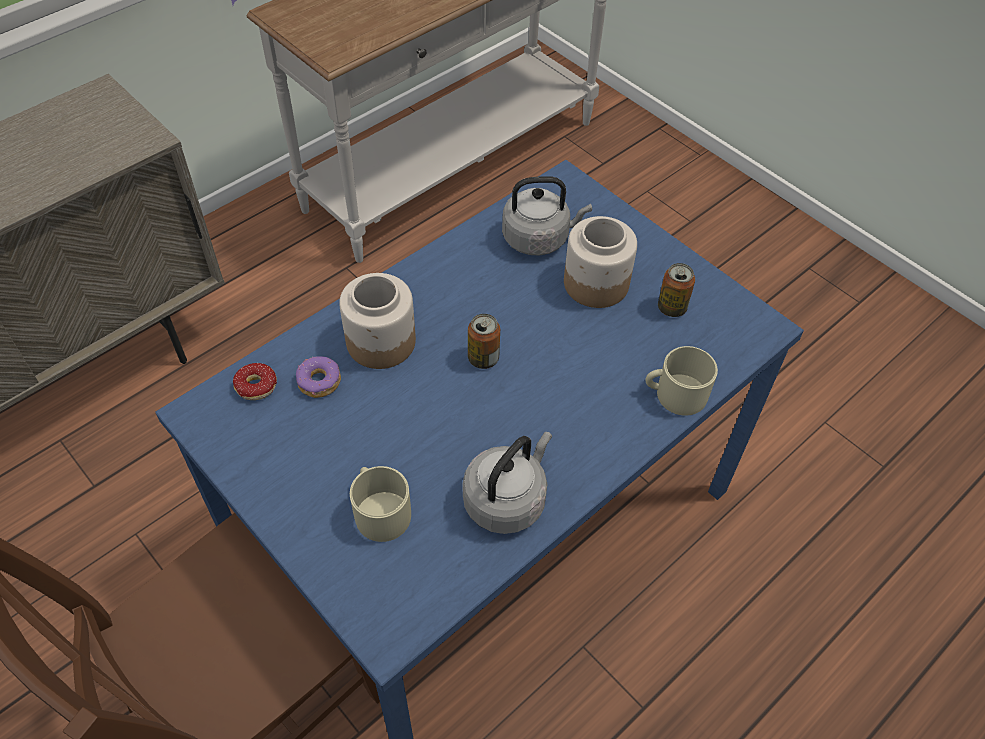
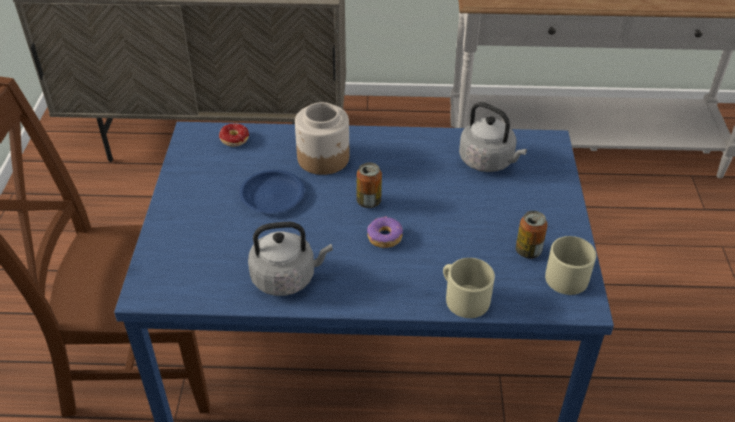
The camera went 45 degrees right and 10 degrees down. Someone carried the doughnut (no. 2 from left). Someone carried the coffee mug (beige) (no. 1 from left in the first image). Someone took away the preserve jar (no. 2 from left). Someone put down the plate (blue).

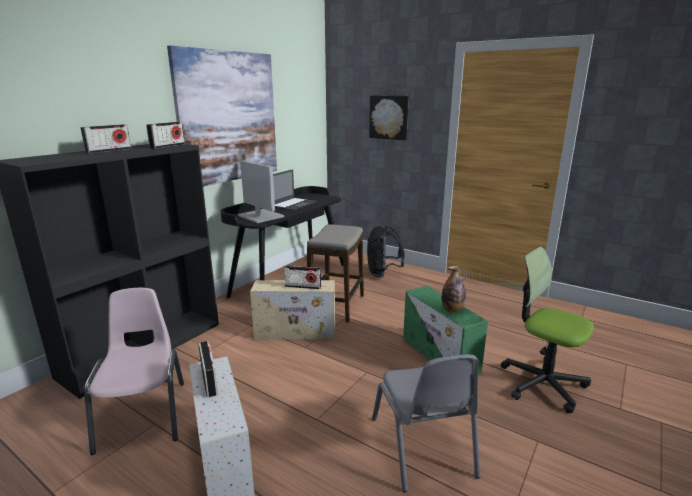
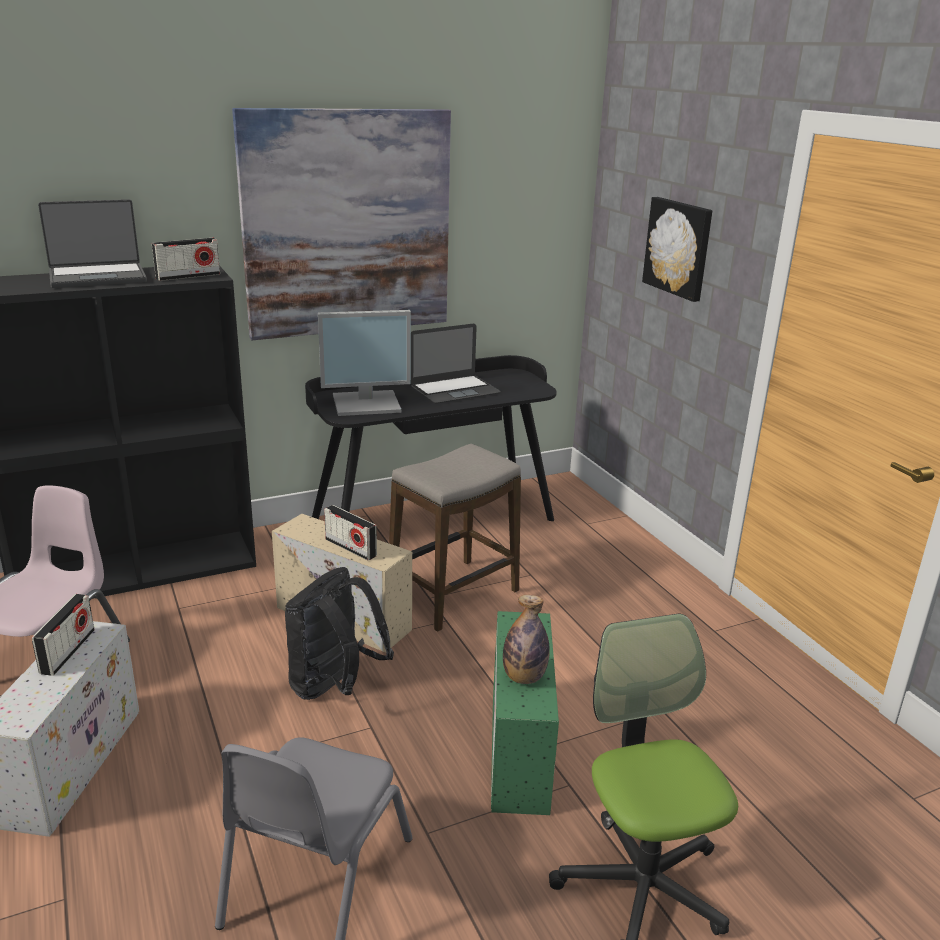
The camera went 30 degrees right and 5 degrees up. Someone swapped the radio receiver (no. 1 from left) for the notebook computer (no. 1 from left). Someone rotated the computer display by 90 degrees clockwise. Someone carried the rucksack (blackish).

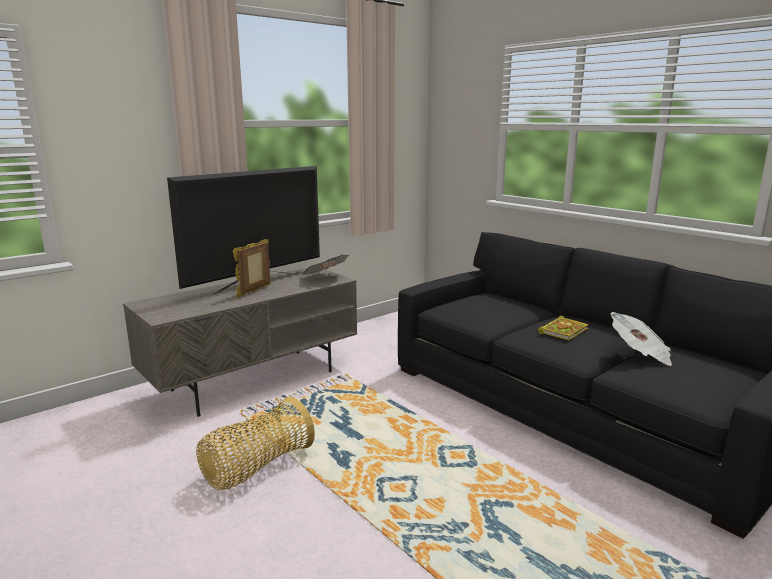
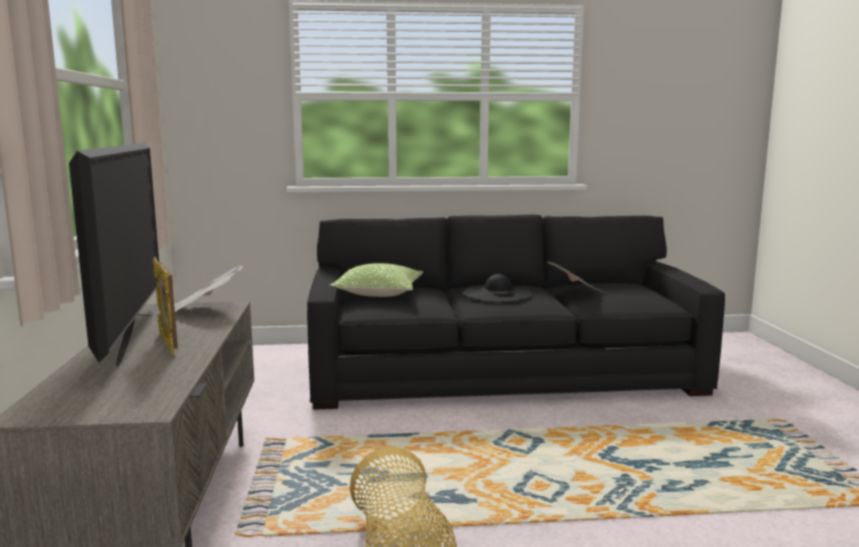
The camera went 55 degrees left and 5 degrees down. Someone swapped the book for the wearable hat (blackish). Someone put down the pillow.

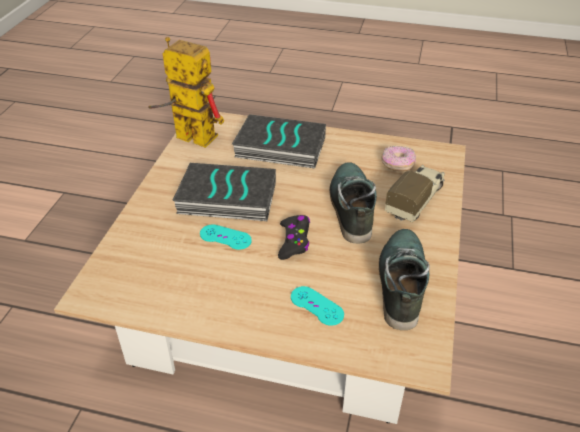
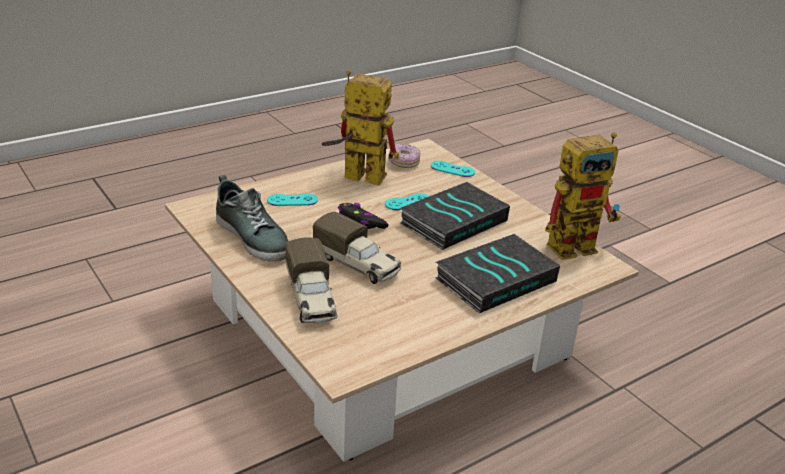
The camera went 130 degrees right and 10 degrees down. Someone swapped the item of footwear (no. 1 from left) for the toy lorry (no. 2 from left). Someone carried the doughnut. Someone put down the model robot (no. 1 from left). Someone put down the game controller (turquoise-coloured) (no. 3 from left).

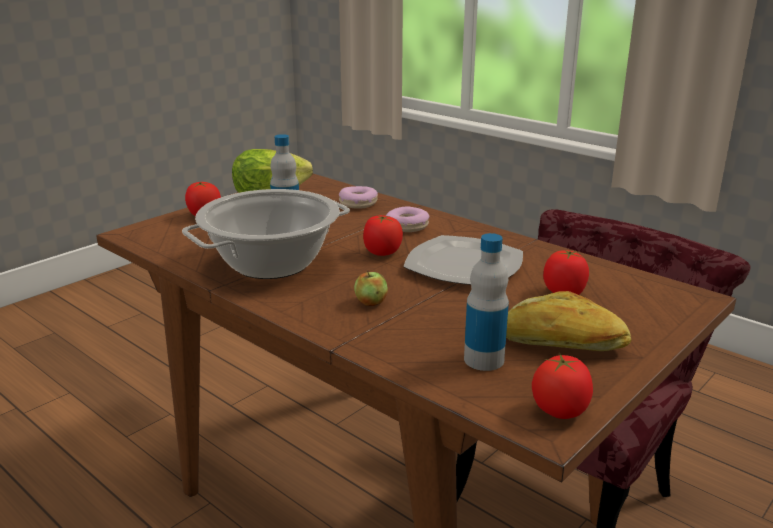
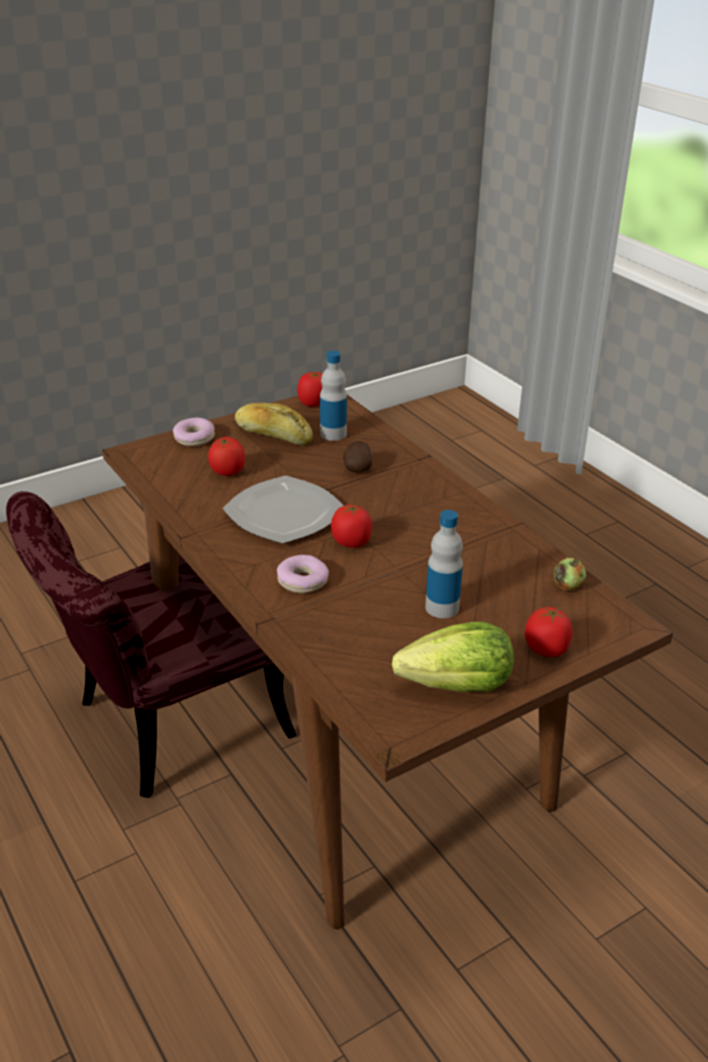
The camera went 165 degrees left and 10 degrees up. Someone took away the cooking pot. Someone carried the doughnut (no. 1 from left). Someone carried the whole apple. Someone put down the potato.

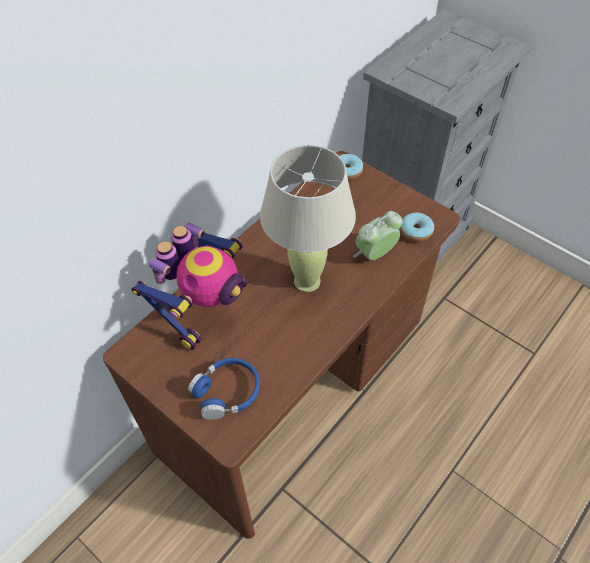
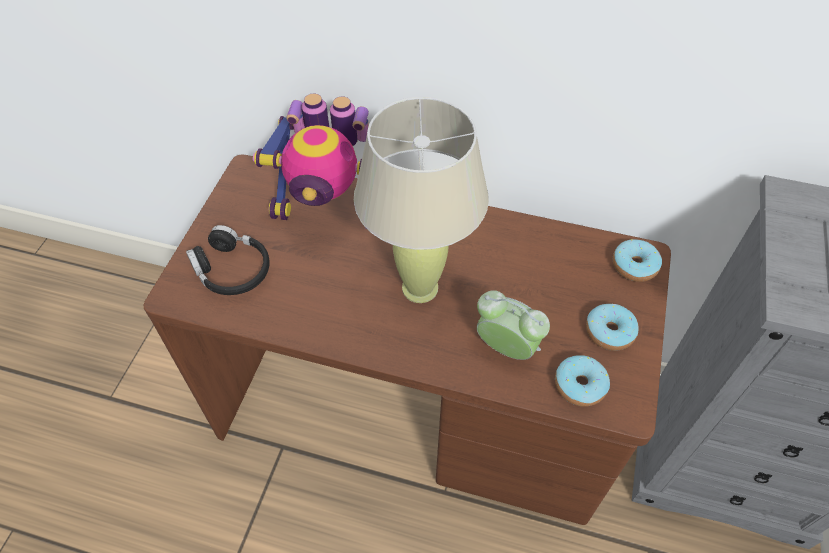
The camera went 65 degrees right and 0 degrees up. Someone repainted the pair of headphones (blue), which became the pair of headphones (blackish). Someone put down the doughnut (no. 2 from left).

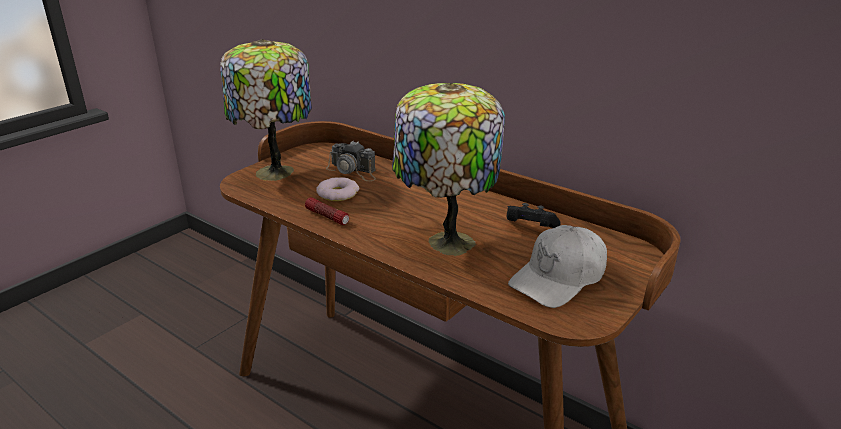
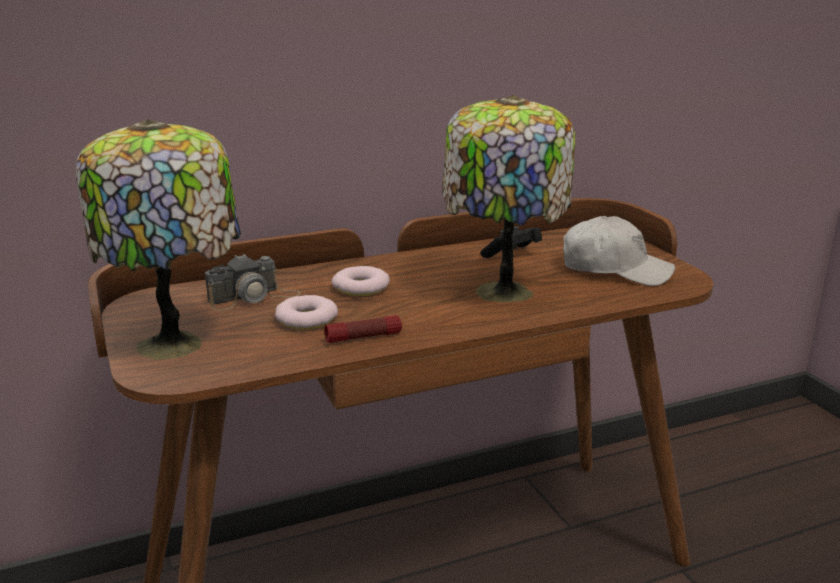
The camera went 60 degrees left and 5 degrees down. Someone rotated the cap (white-coloured) by 60 degrees counterclockwise. Someone put down the doughnut (no. 2 from left).

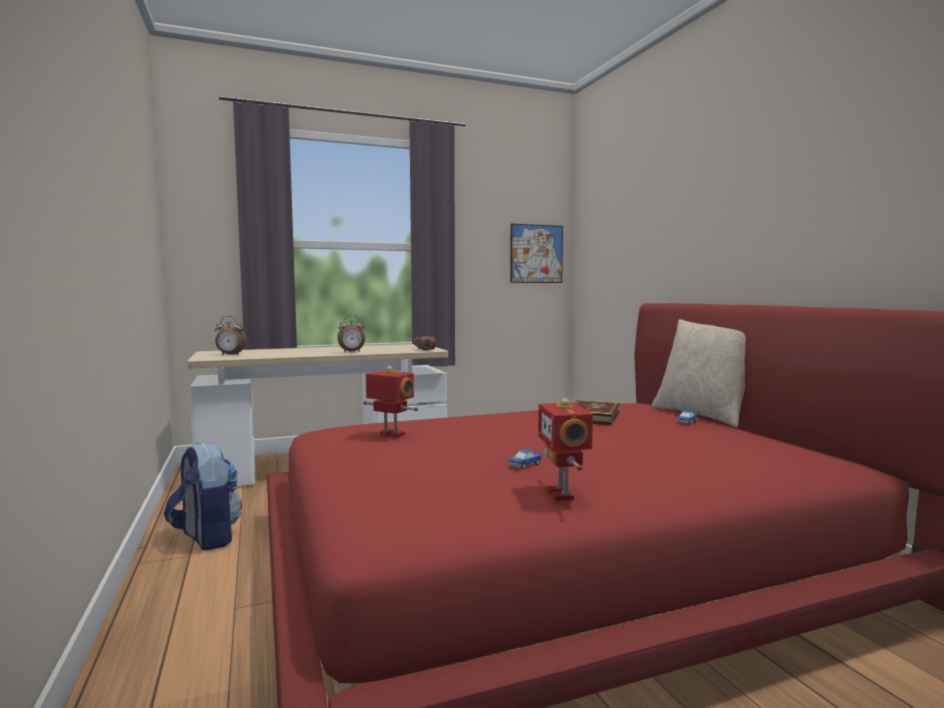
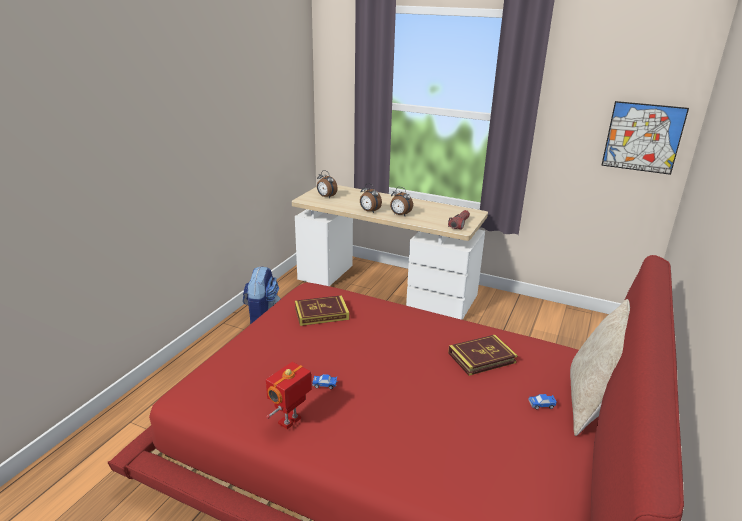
The camera went 45 degrees right and 20 degrees up. Someone swapped the model robot (no. 1 from left) for the book (no. 1 from left). Someone put down the table clock (no. 2 from left).

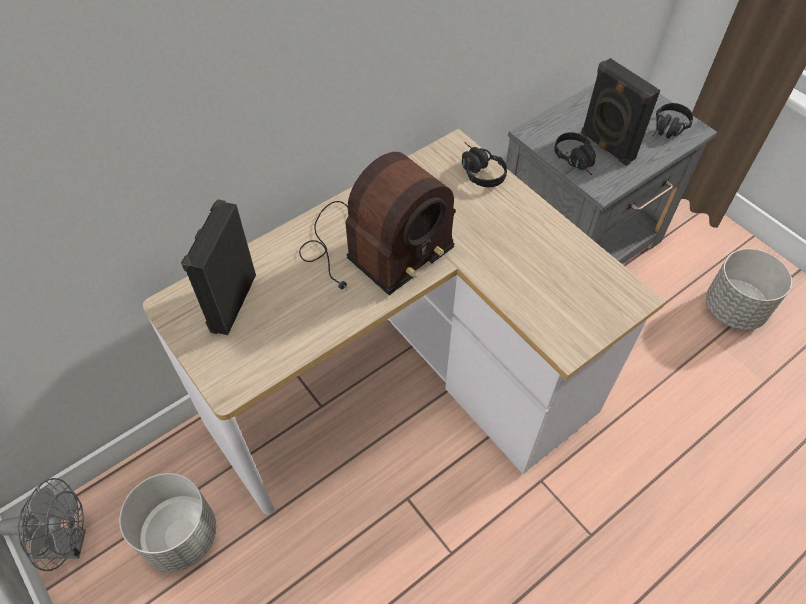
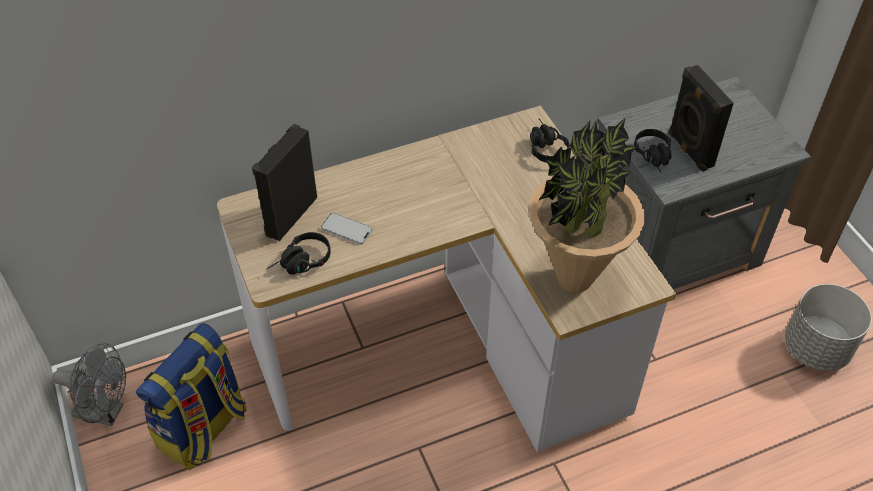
The camera went 15 degrees right and 5 degrees down. Someone swapped the planter (grey) (no. 1 from left) for the rucksack. Someone took away the radio receiver. Someone carried the pair of headphones (blackish) (no. 3 from left in the first image). Someone put down the handset. Someone put down the plant in a pot.

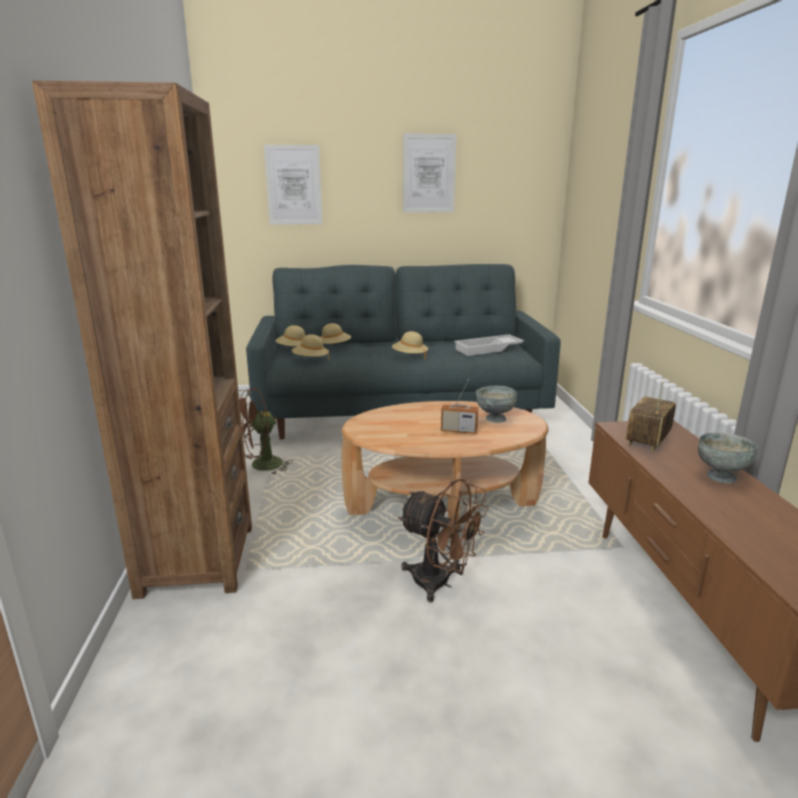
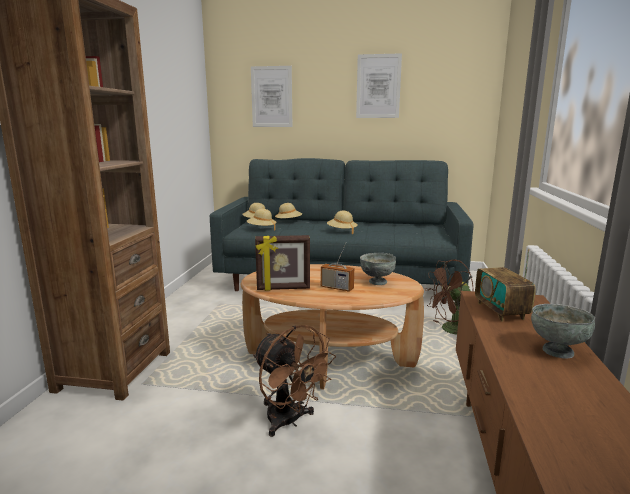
The camera went 15 degrees right and 5 degrees down. Someone carried the cooling fan (brown) (no. 1 from left in the first image). Someone took away the carrying tray (white-coloured). Someone rotated the radio receiver (no. 2 from left) by 60 degrees counterclockwise. Someone put down the photo frame.

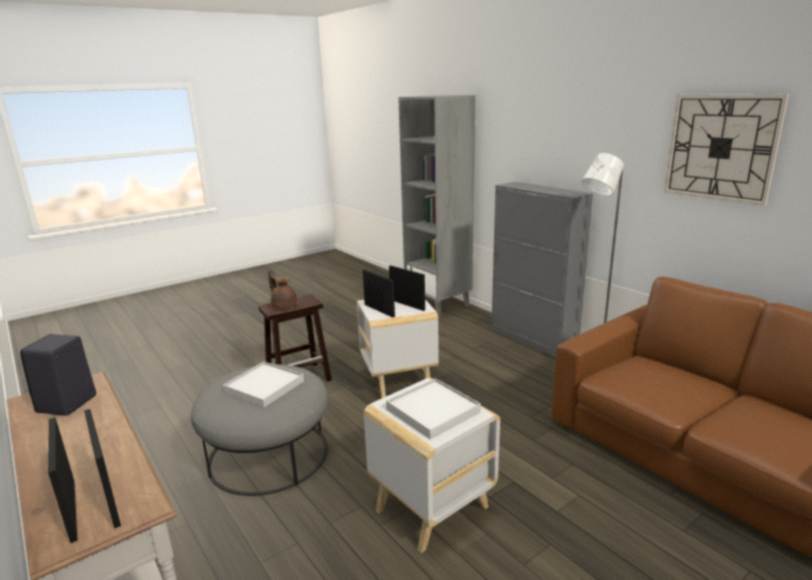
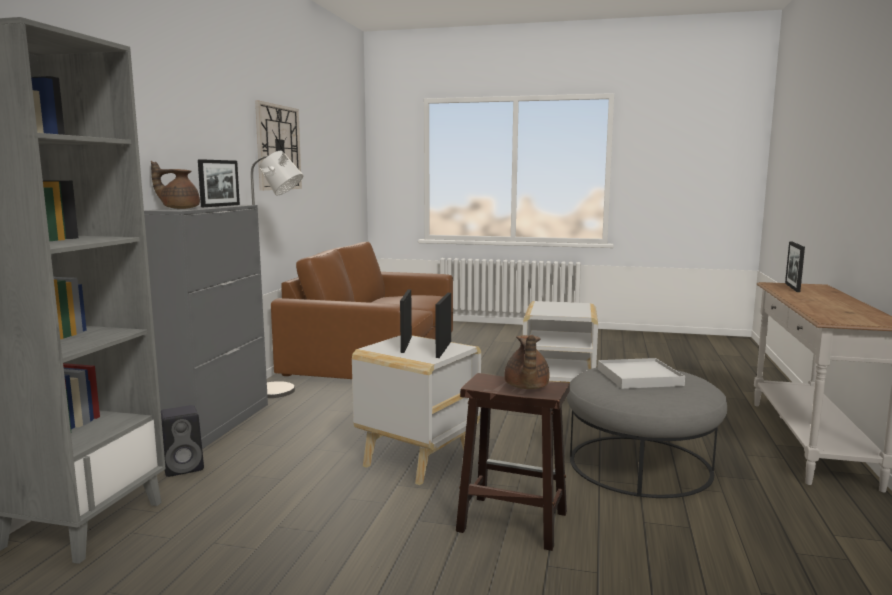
The camera went 130 degrees left and 10 degrees down. Someone carried the loudspeaker (blackish). Someone carried the photo frame (no. 1 from left). Someone took away the carrying tray (white-coloured) (no. 2 from left). Someone put down the teapot (brown) (no. 1 from left).

